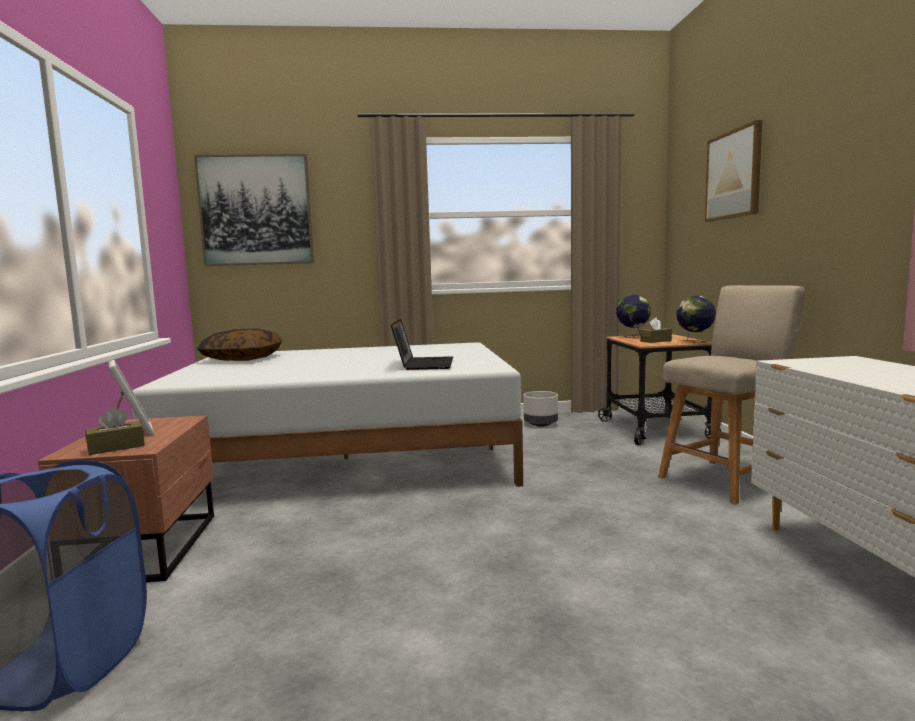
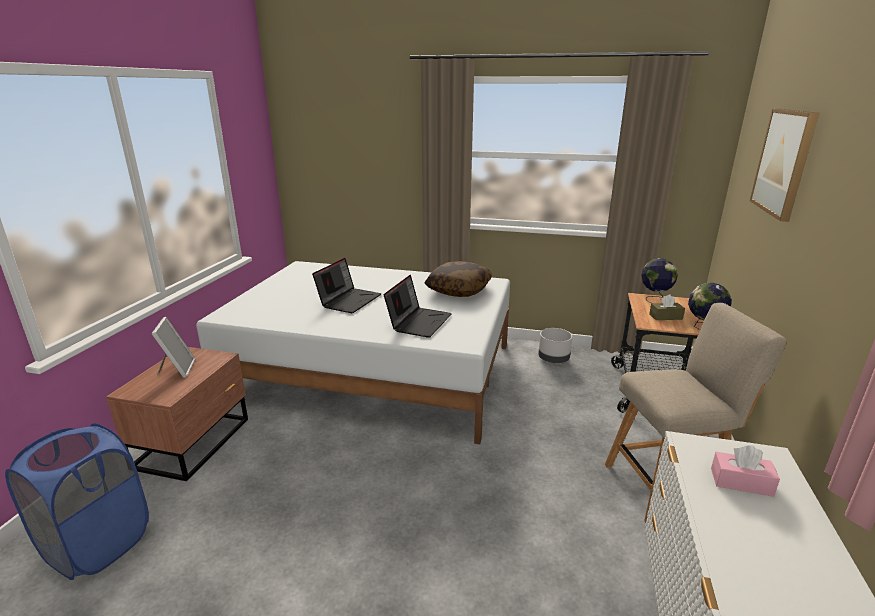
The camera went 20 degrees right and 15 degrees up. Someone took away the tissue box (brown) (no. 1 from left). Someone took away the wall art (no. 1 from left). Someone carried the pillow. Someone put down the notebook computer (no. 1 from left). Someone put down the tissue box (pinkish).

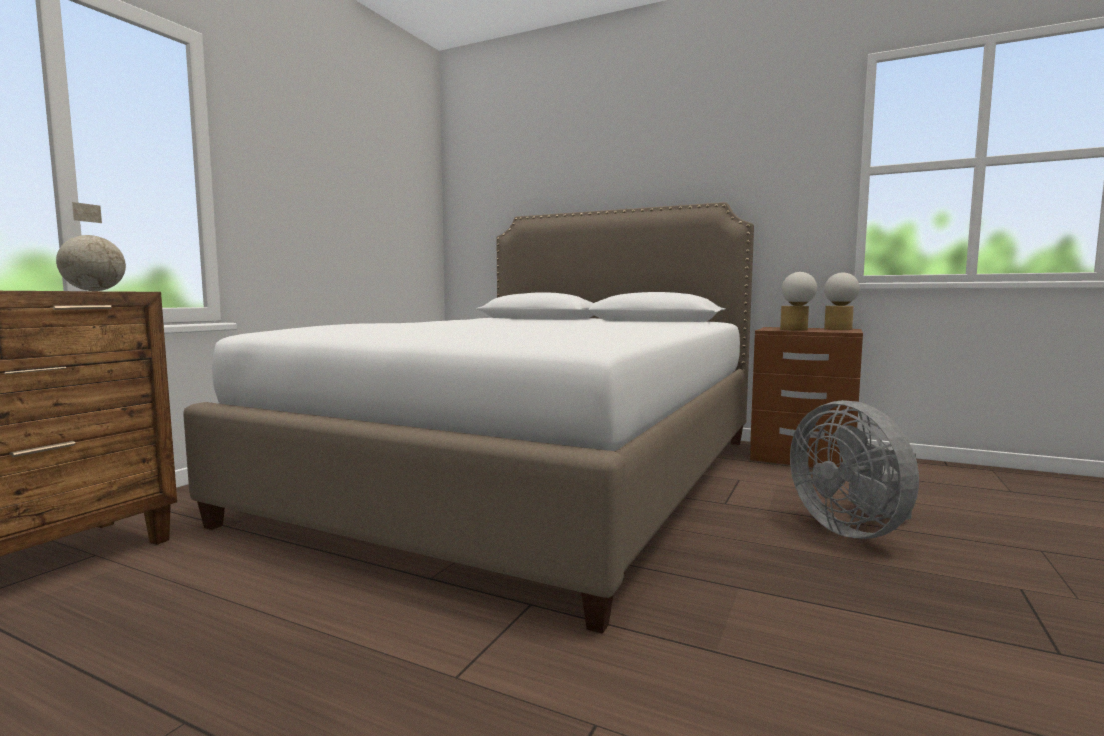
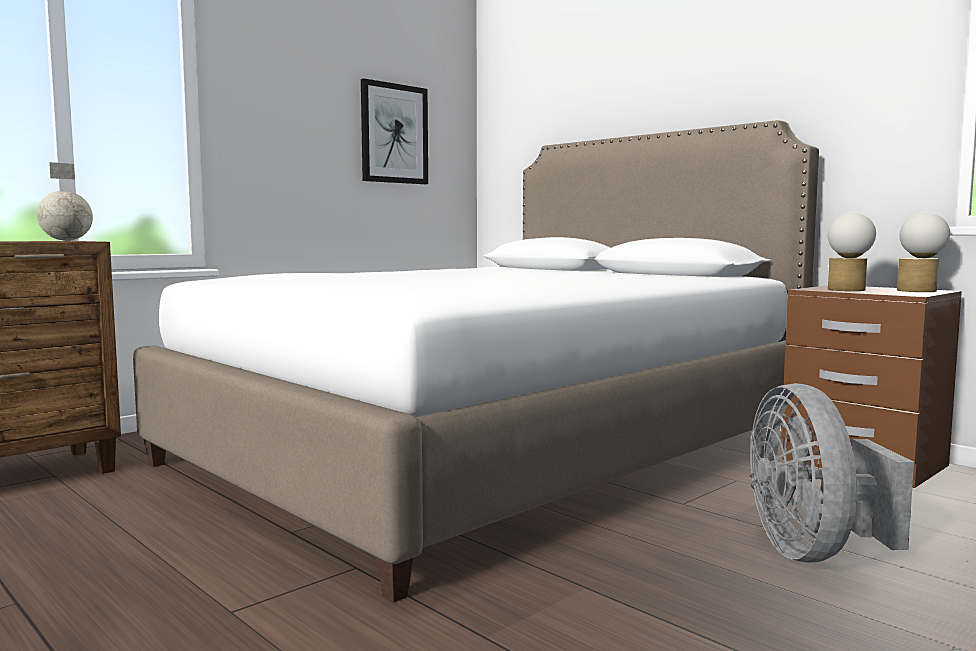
The camera went 20 degrees right and 0 degrees up. Someone put up the wall art.

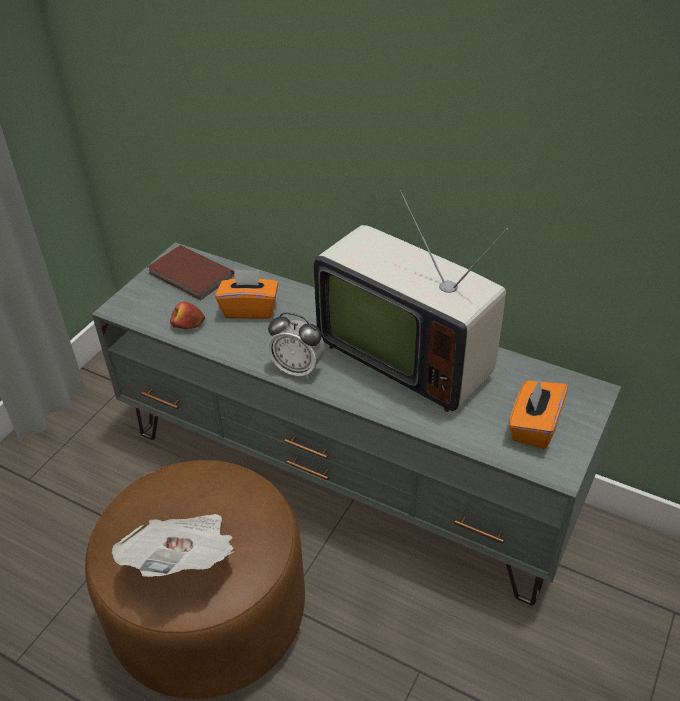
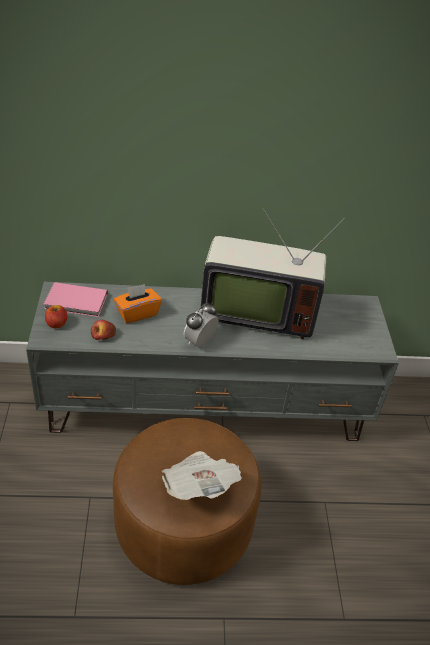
The camera went 35 degrees left and 0 degrees up. Someone repainted the book (brown), which became the book (pinkish). Someone rotated the table clock by 135 degrees clockwise. Someone took away the tissue box (orange) (no. 2 from left). Someone put down the whole apple (no. 1 from left).

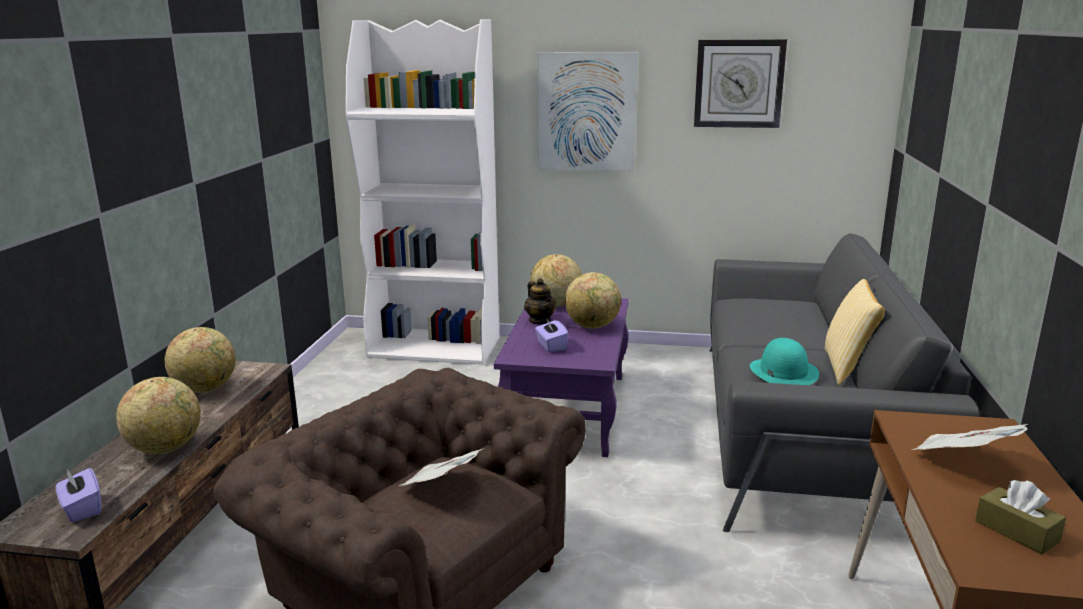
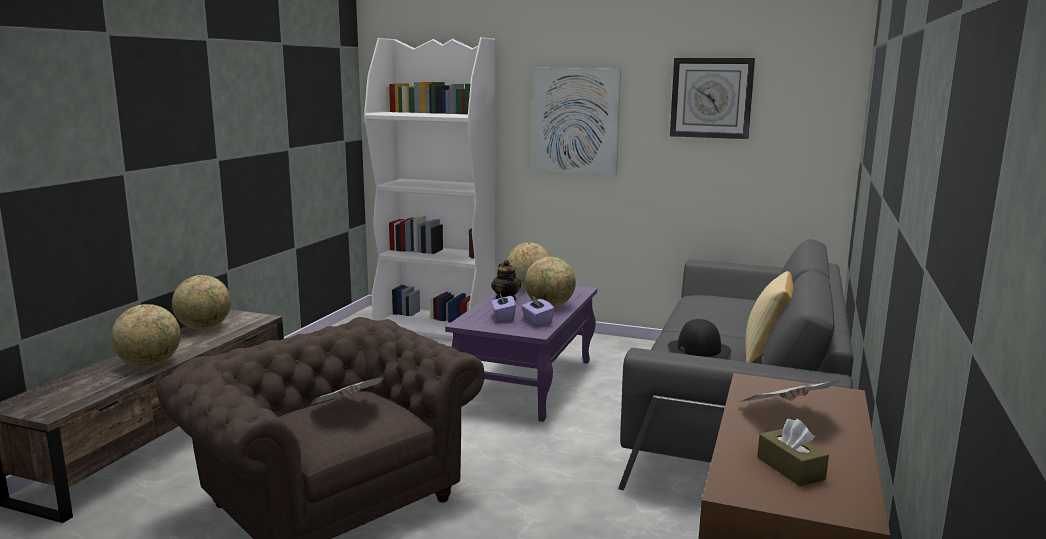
The camera went 10 degrees right and 5 degrees down. Someone carried the tissue box (purple-coloured) (no. 1 from left in the first image). Someone repainted the wearable hat (turquoise-coloured), which became the wearable hat (blackish).

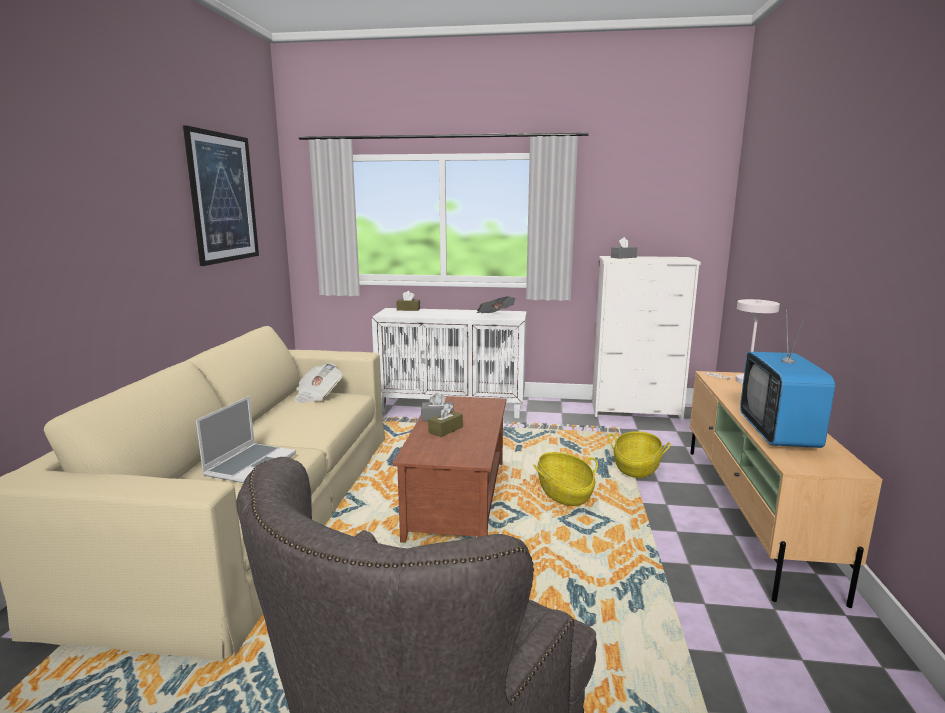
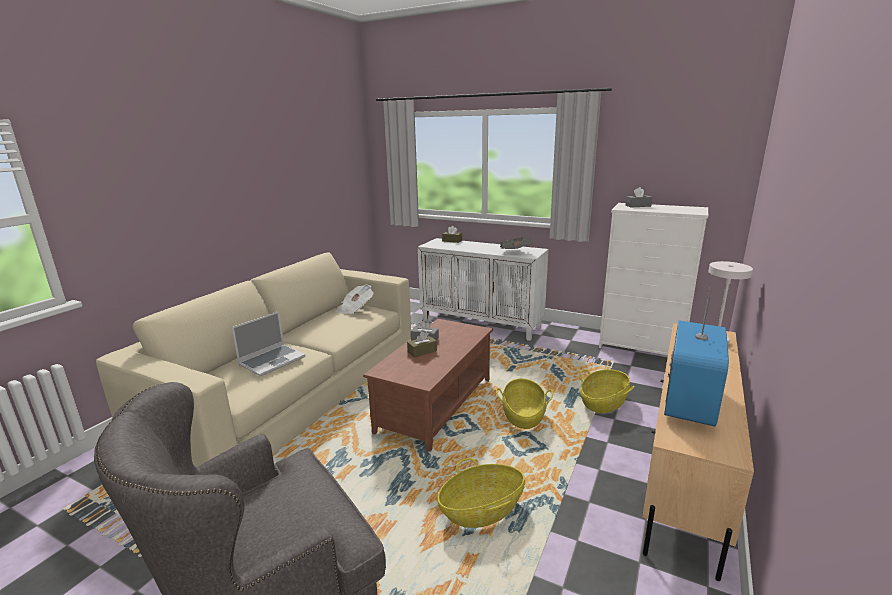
The camera went 20 degrees right and 5 degrees up. Someone took away the wall art. Someone put down the storage basket (no. 1 from left).

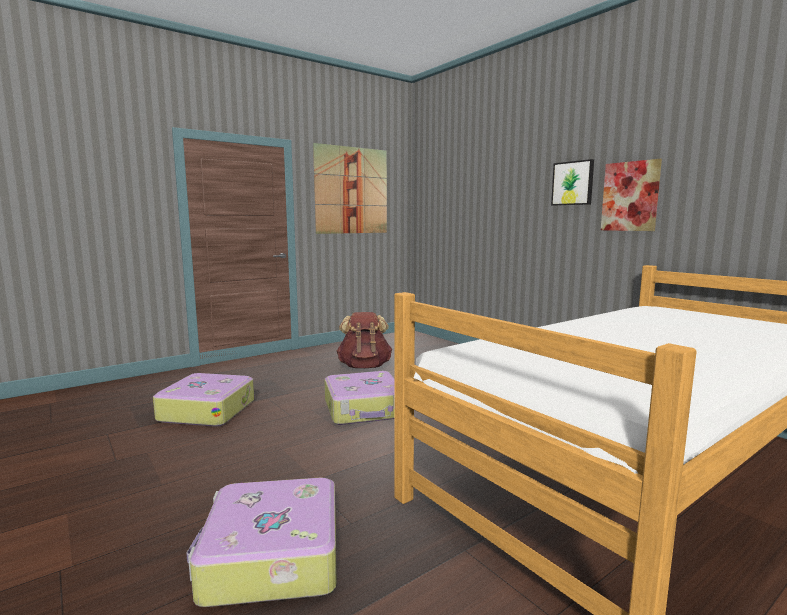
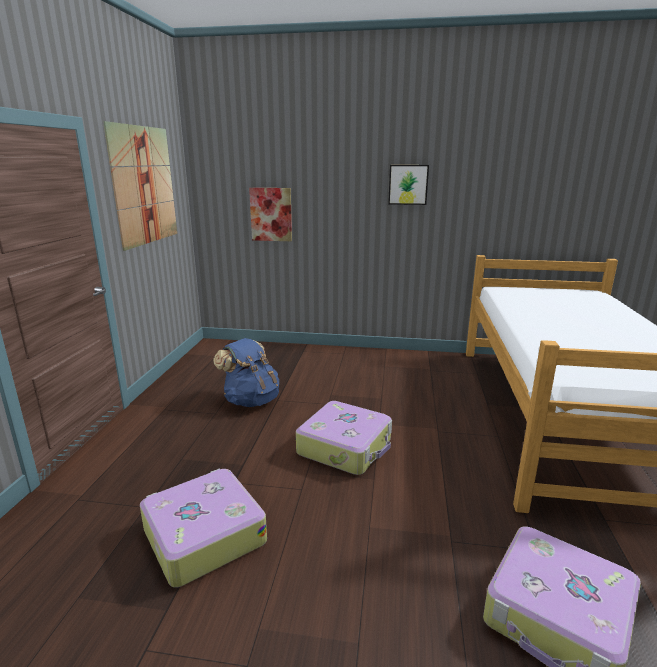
The camera went 45 degrees left and 10 degrees up. Someone repainted the rucksack (brown), which became the rucksack (blue). Someone carried the wall art (no. 3 from left in the first image).

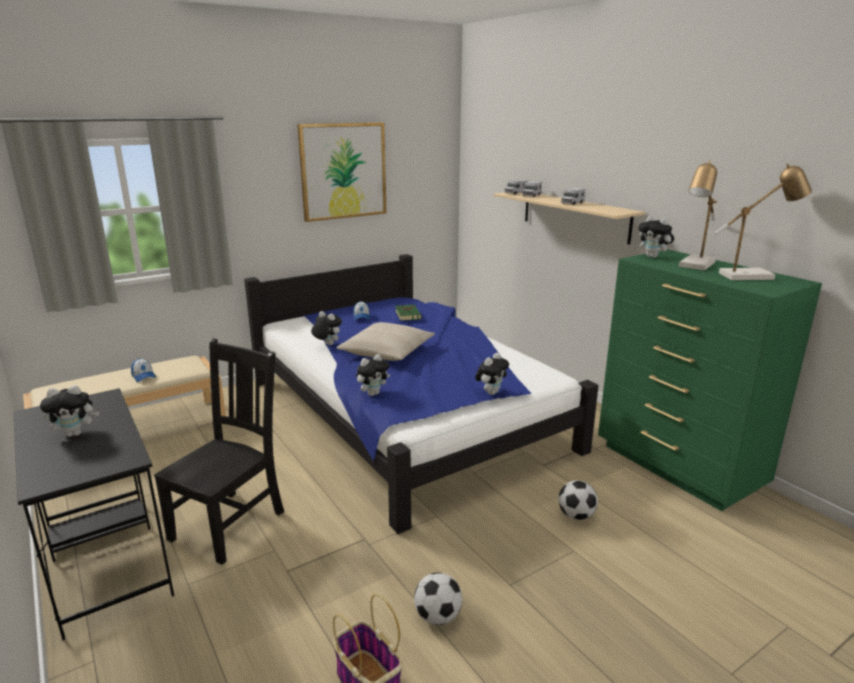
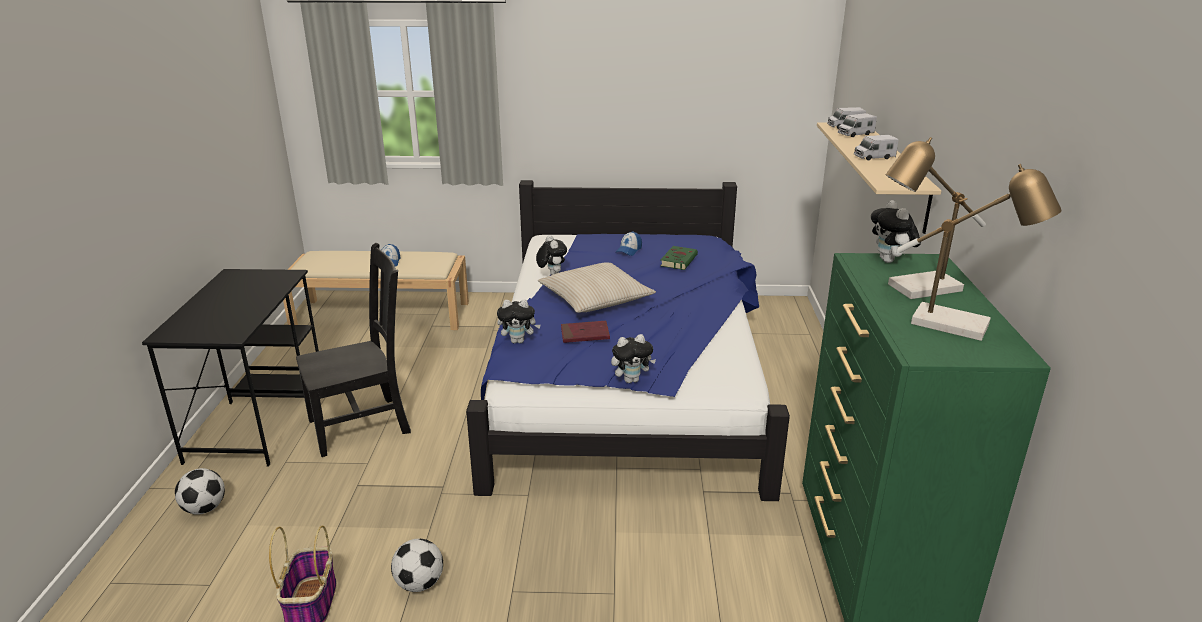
The camera went 35 degrees right and 5 degrees up. Someone took away the plush toy (no. 1 from left). Someone took away the wall art. Someone carried the football (no. 2 from left in the first image). Someone put down the book (red-coloured).

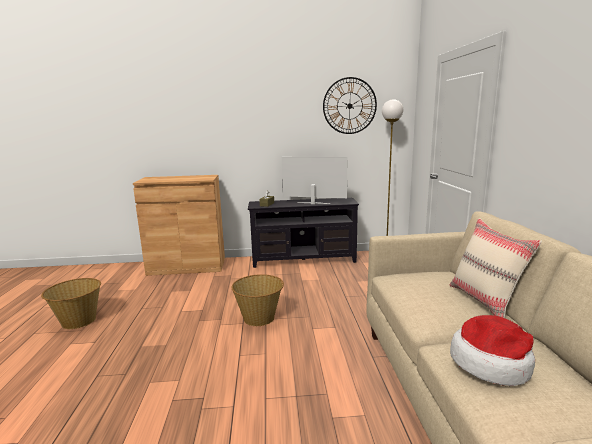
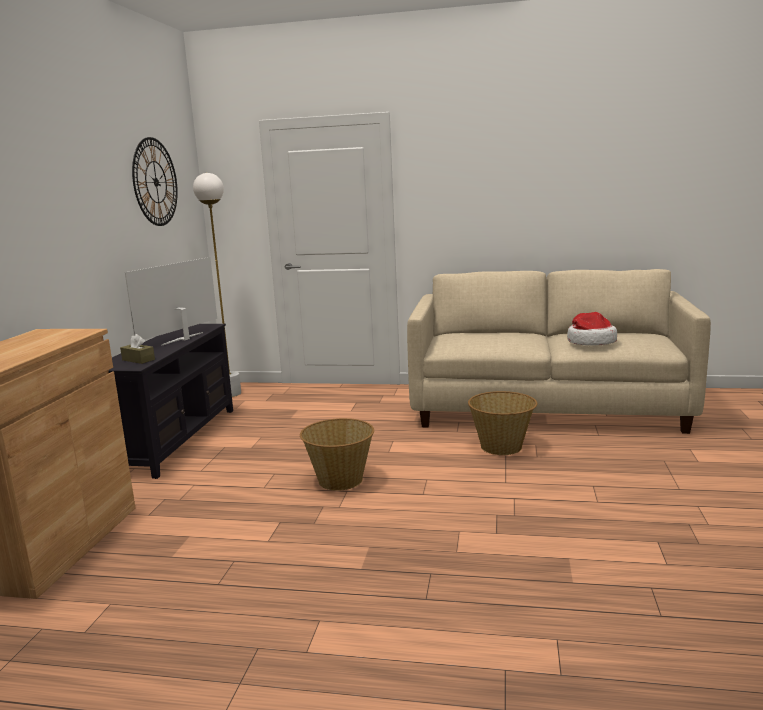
The camera went 75 degrees left and 0 degrees up. Someone carried the storage basket (no. 1 from left in the first image). Someone took away the pillow (beige).

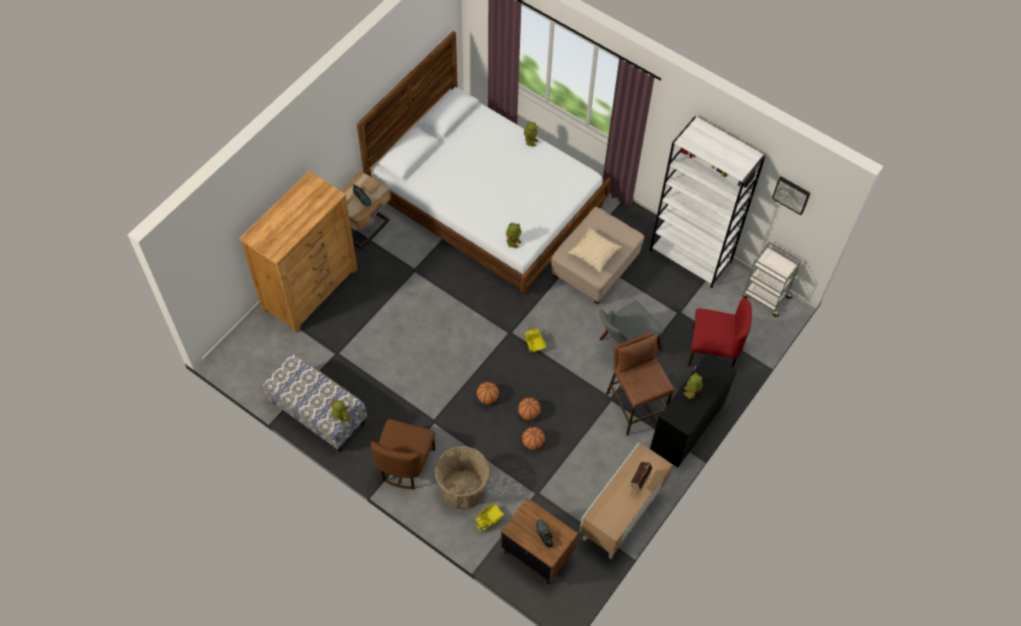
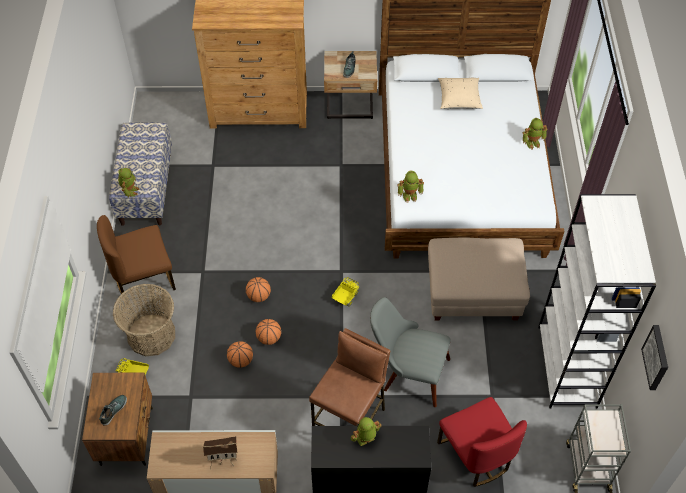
The camera went 55 degrees right and 5 degrees down. Someone carried the pillow (beige).

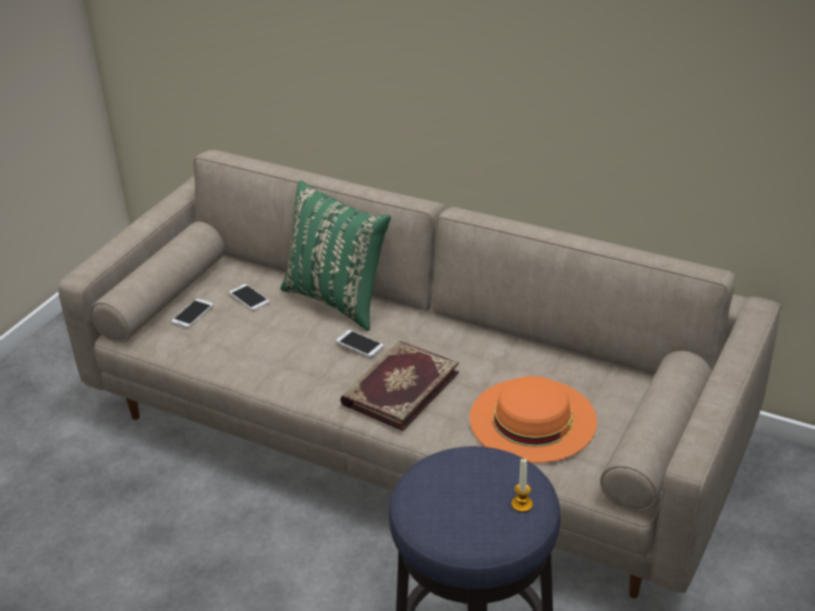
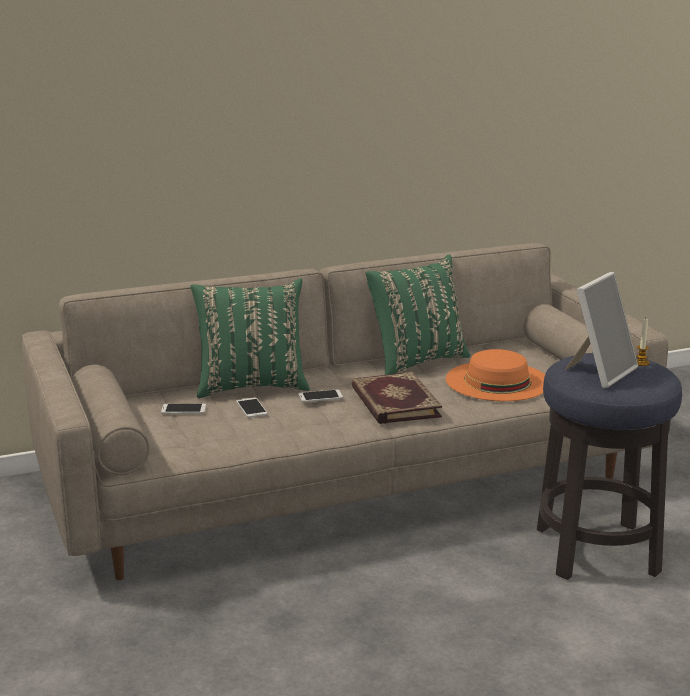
The camera went 50 degrees left and 15 degrees down. Someone carried the handset (no. 1 from left in the first image). Someone put down the pillow (green-coloured) (no. 2 from left). Someone put down the photo frame.

